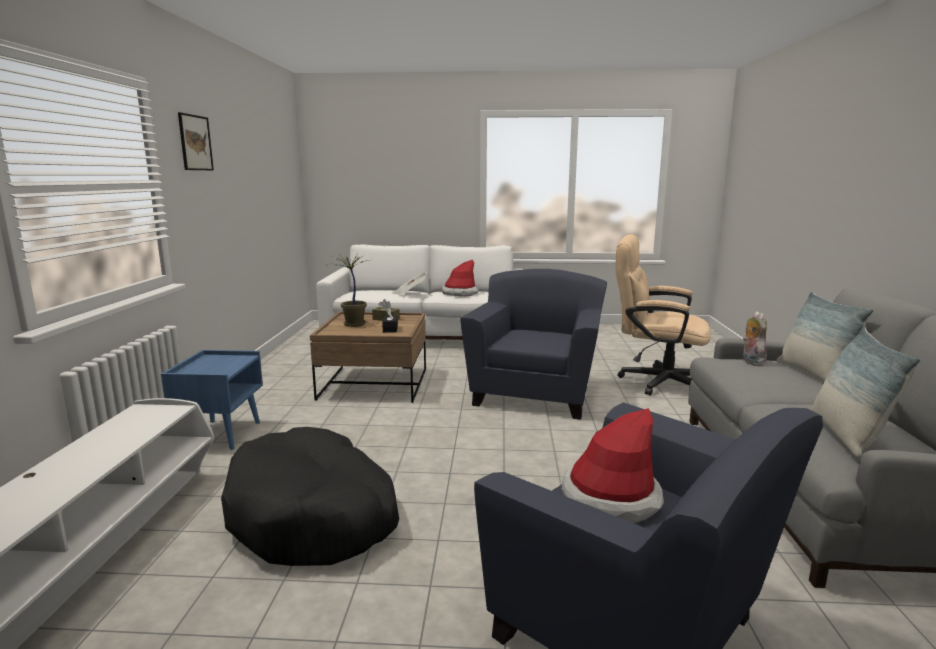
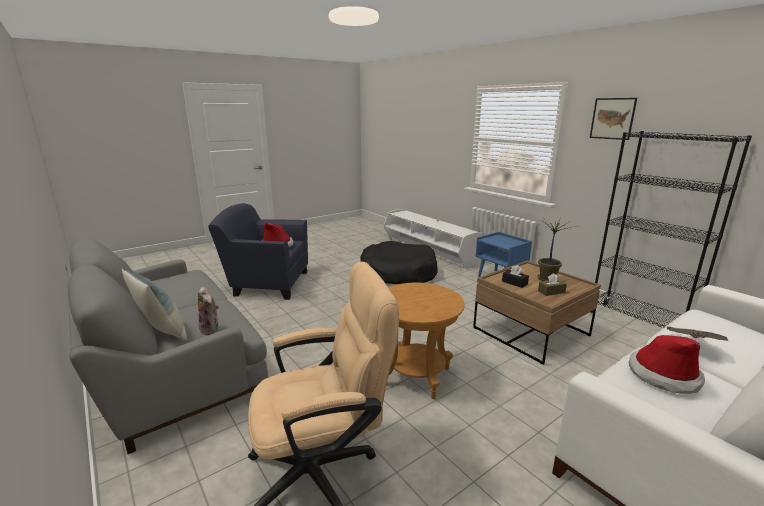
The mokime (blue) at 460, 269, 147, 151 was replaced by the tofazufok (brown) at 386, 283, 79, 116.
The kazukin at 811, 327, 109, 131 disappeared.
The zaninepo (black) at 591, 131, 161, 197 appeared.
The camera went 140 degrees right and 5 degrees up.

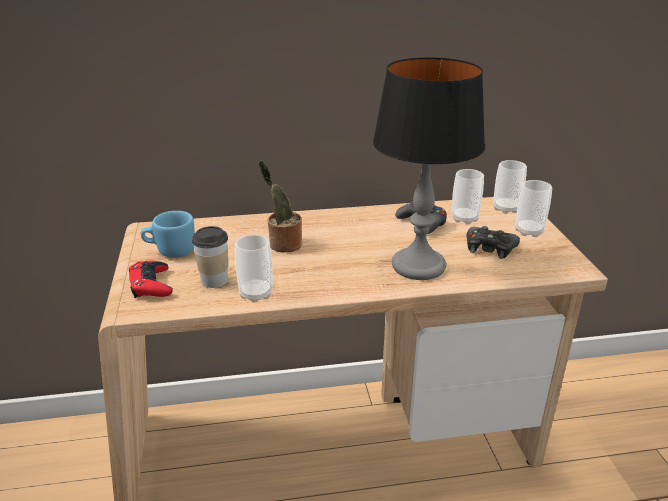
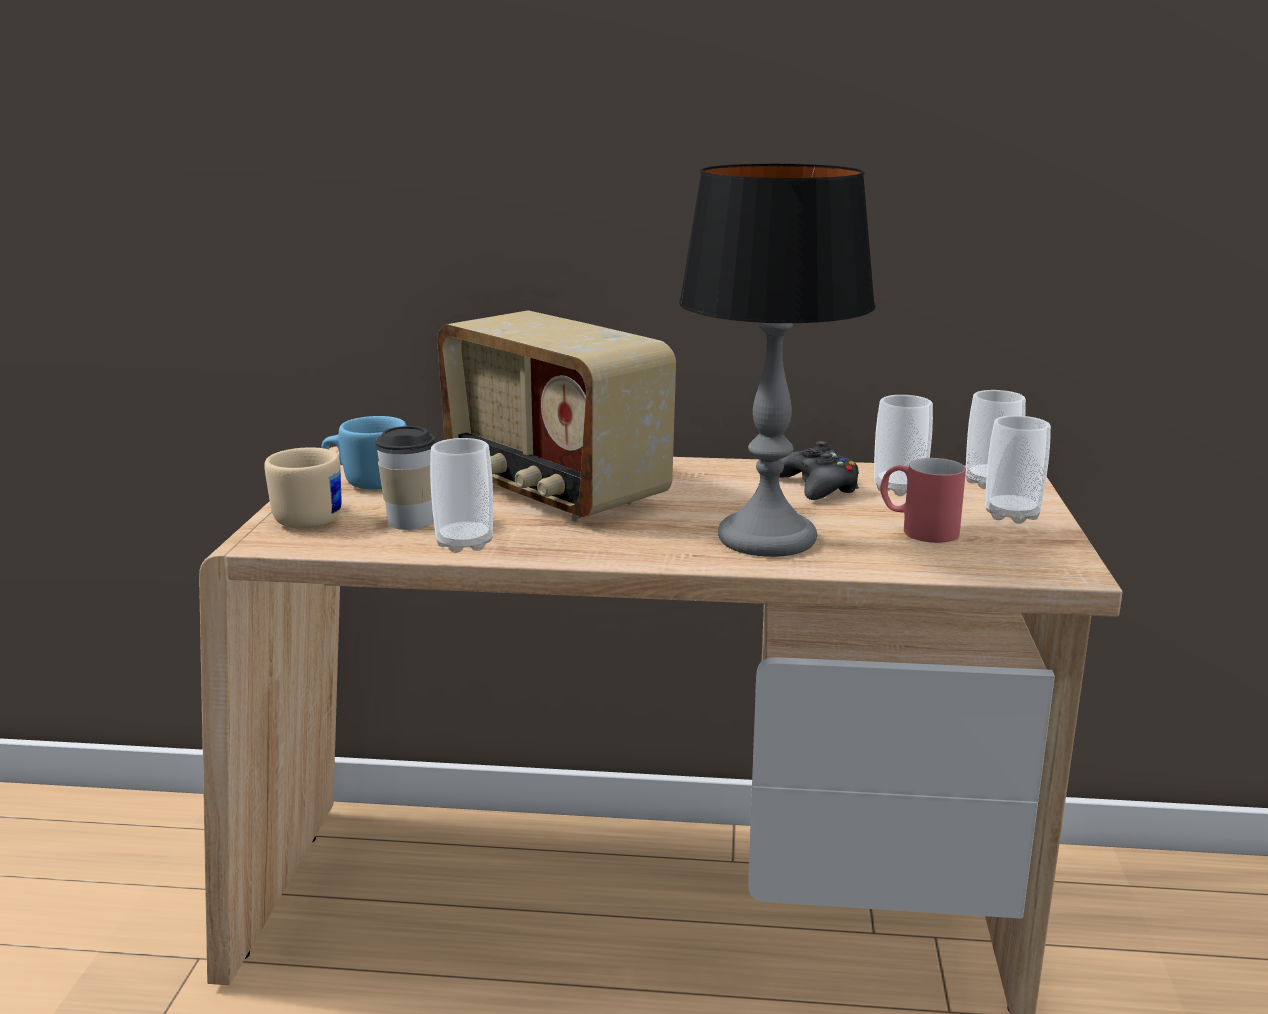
The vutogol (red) at 129, 261, 44, 37 was replaced by the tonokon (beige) at 264, 447, 77, 81.
The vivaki at 259, 160, 43, 93 was replaced by the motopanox at 437, 311, 239, 211.
The vutogol (black) at 466, 226, 54, 33 was replaced by the tonokon (red) at 880, 458, 86, 85.
The camera went 15 degrees right and 10 degrees down.

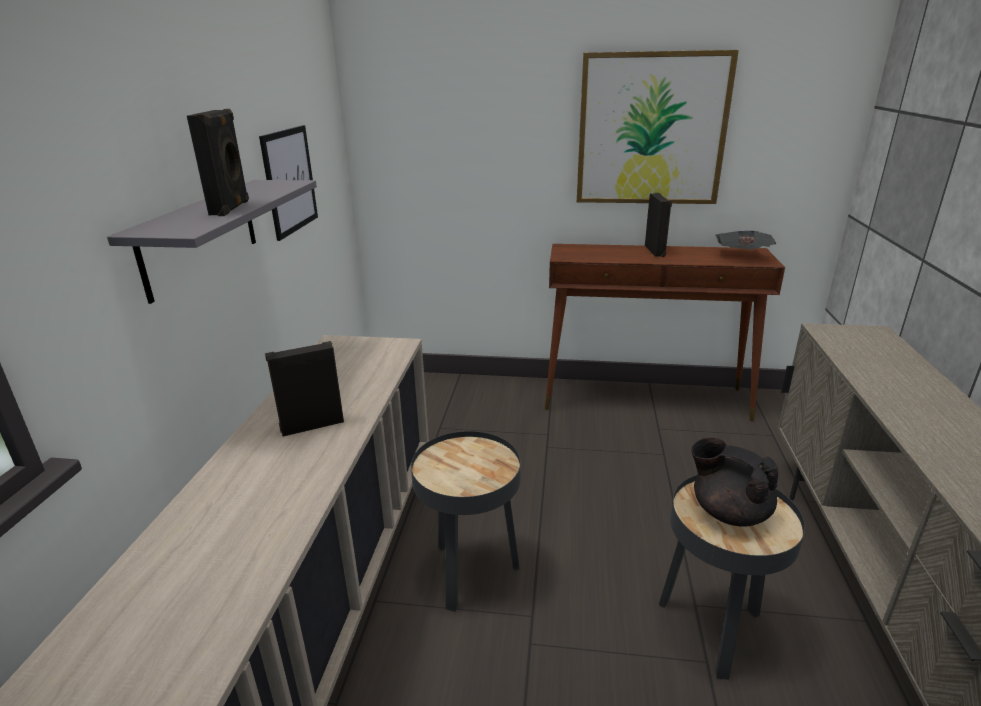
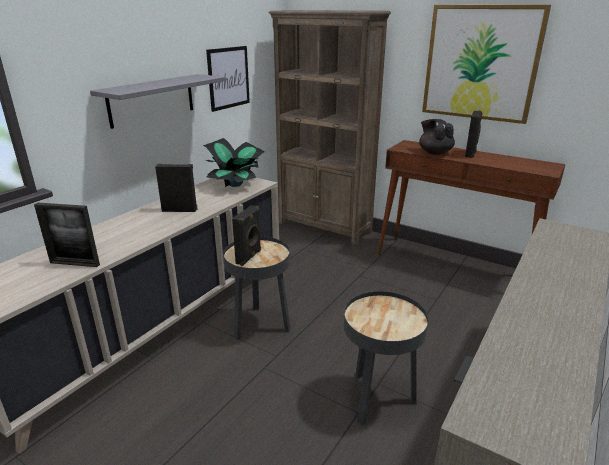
The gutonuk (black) moved from 187, 109, 62, 107 to 232, 205, 29, 61.
The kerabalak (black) moved from 691, 438, 87, 89 to 419, 119, 36, 36.
The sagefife at 715, 231, 61, 18 disappeared.
The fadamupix at 34, 202, 66, 65 appeared.
The vivaki at 203, 138, 62, 49 appeared.
The zaninepo (brown) at 269, 10, 122, 236 appeared.
The camera went 25 degrees right and 0 degrees up.

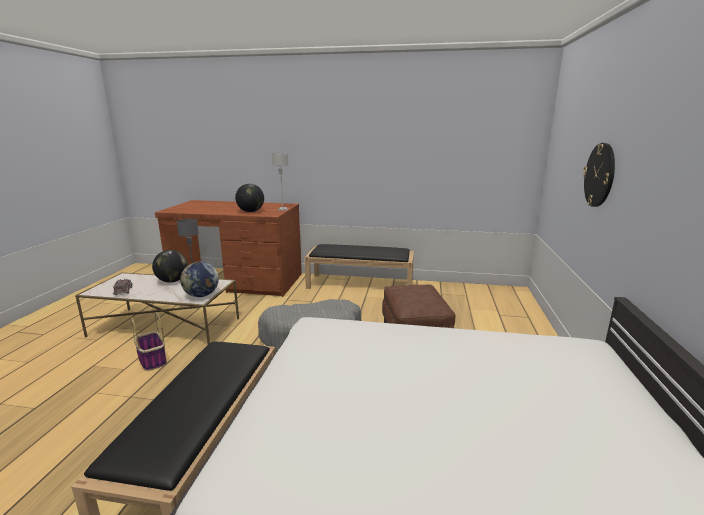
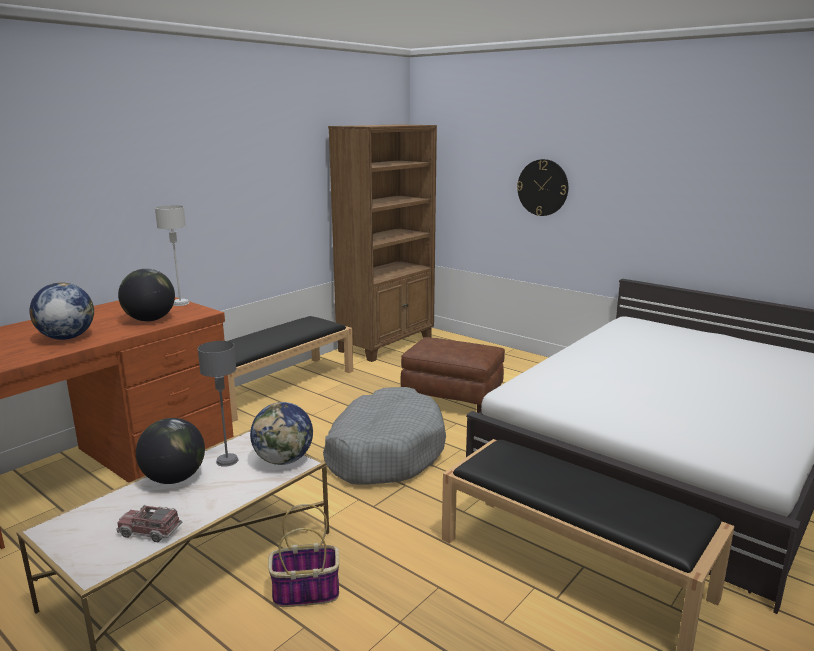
The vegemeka at 29, 282, 65, 58 appeared.
The zaninepo (brown) at 328, 124, 109, 238 appeared.
The camera went 60 degrees left and 0 degrees up.

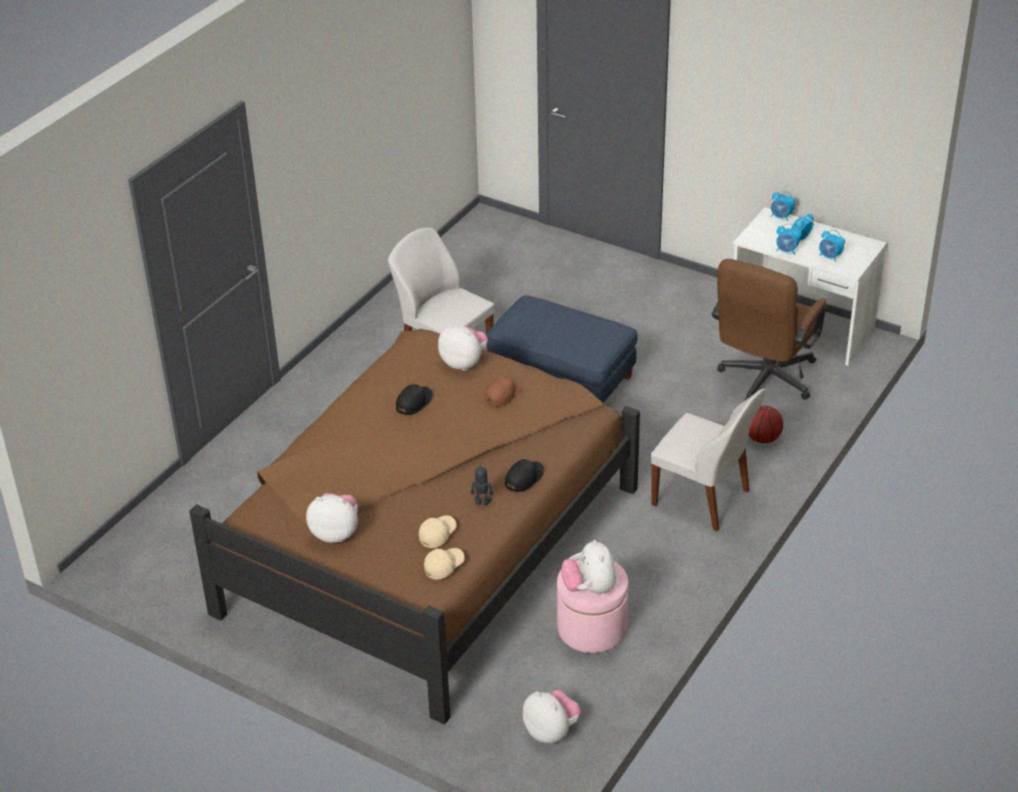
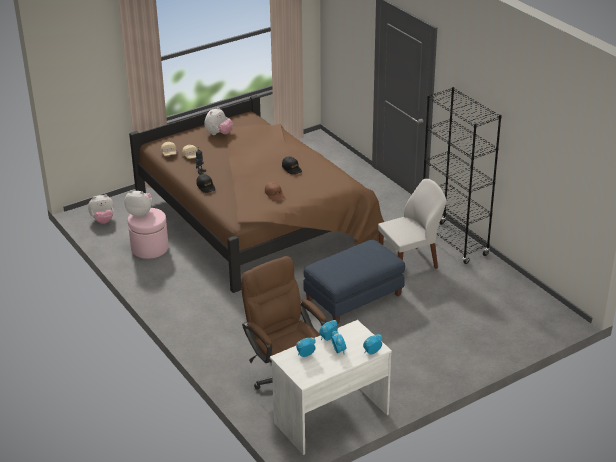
The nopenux at 438, 324, 50, 47 disappeared.
The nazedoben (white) at 651, 388, 115, 143 disappeared.
The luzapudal at 749, 405, 34, 39 disappeared.
The zaninepo (black) at 423, 87, 79, 177 appeared.
The camera went 115 degrees right and 5 degrees down.

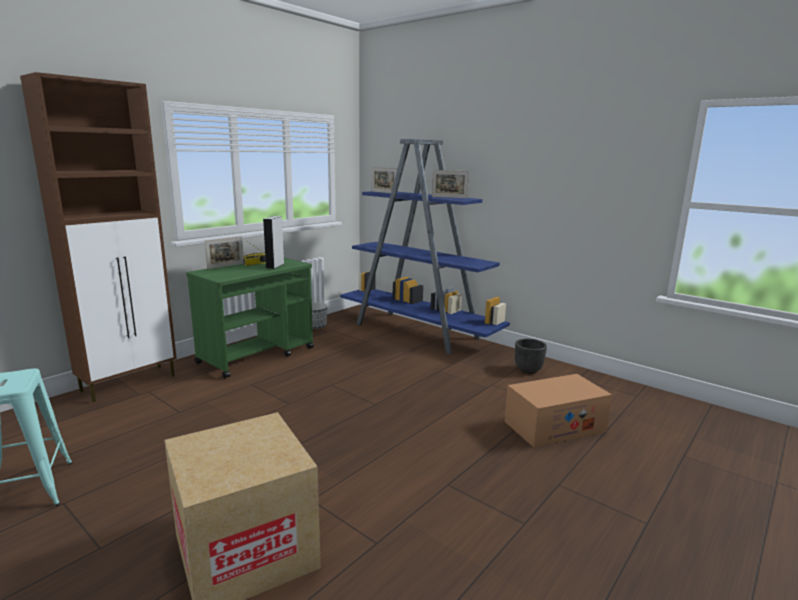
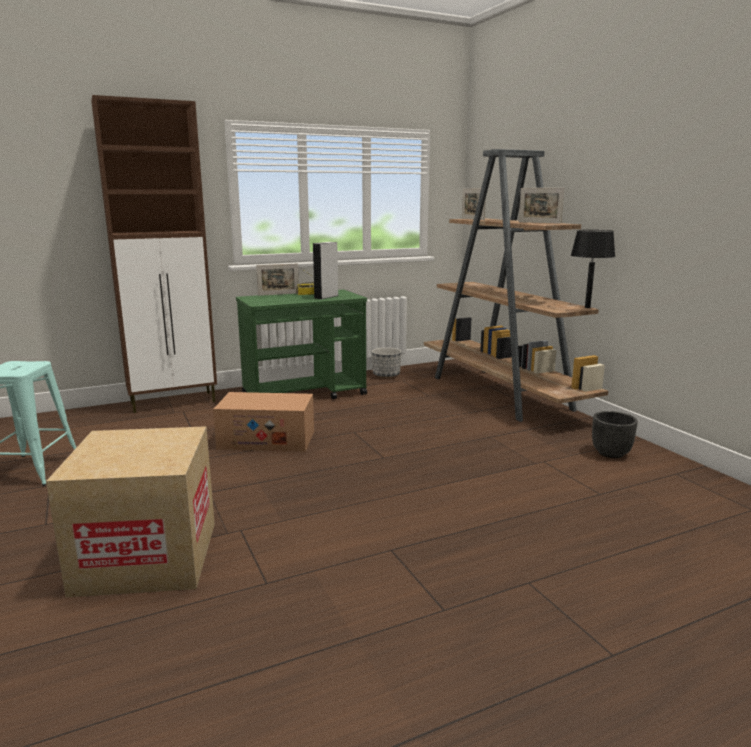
The zaninepo (blue) at 340, 139, 170, 215 became the zaninepo (brown) at 424, 149, 184, 273.
The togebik moved from 504, 374, 108, 74 to 213, 392, 101, 60.
The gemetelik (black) at 571, 230, 44, 78 appeared.
The camera went 25 degrees right and 0 degrees up.

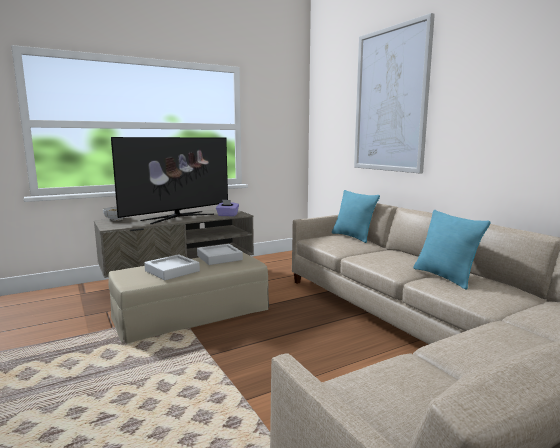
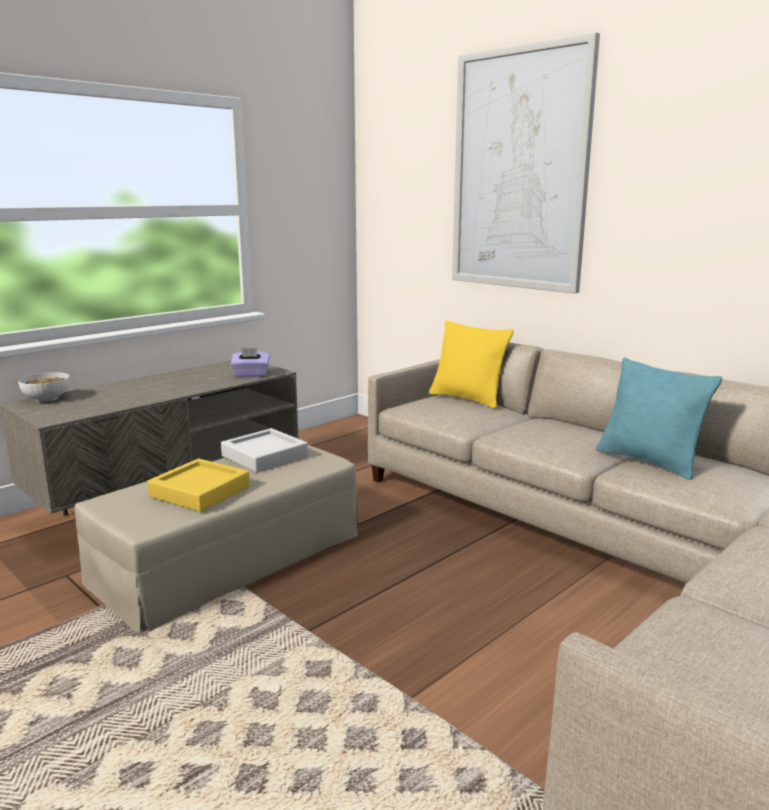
The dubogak at 111, 137, 117, 87 disappeared.
The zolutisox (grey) at 144, 254, 56, 26 became the zolutisox (yellow) at 147, 459, 103, 53.
The kazukin (turquoise) at 332, 190, 48, 53 became the kazukin (yellow) at 429, 320, 85, 89.
The camera went 15 degrees left and 5 degrees up.

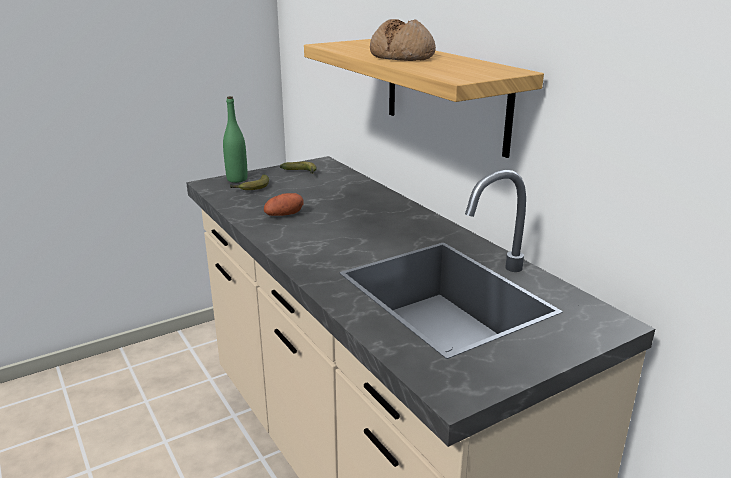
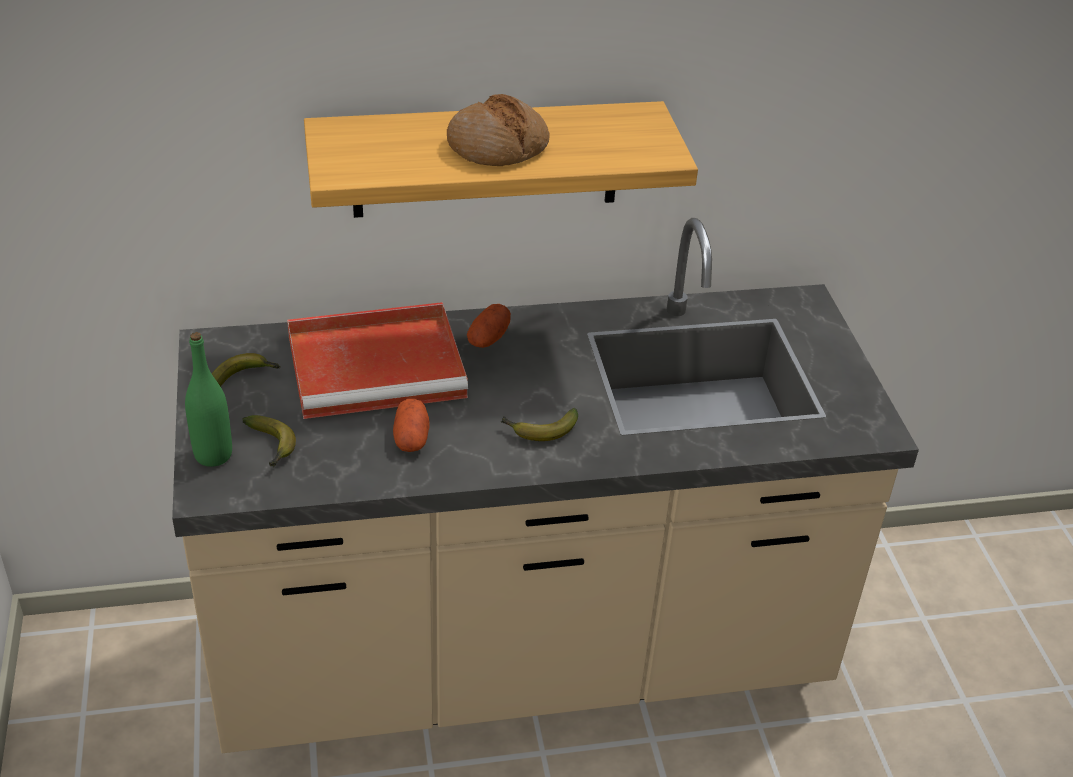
The zolutisox (red) at 287, 302, 181, 117 appeared.
The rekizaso at 467, 304, 44, 44 appeared.
The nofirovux at 501, 408, 77, 33 appeared.
The camera went 70 degrees left and 15 degrees up.

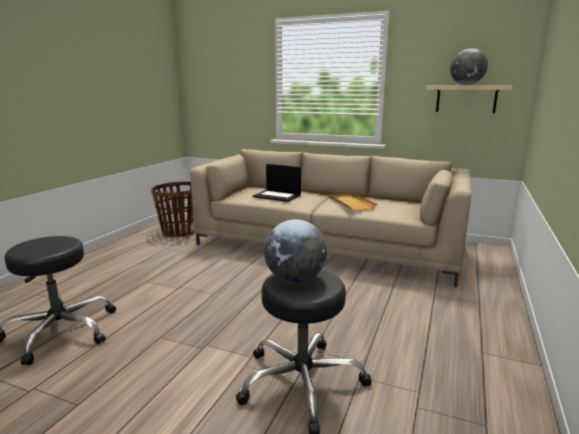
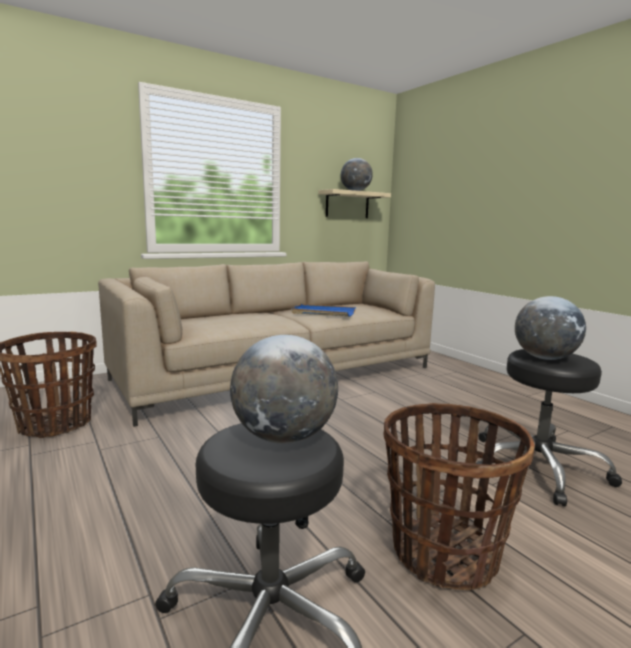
The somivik at 252, 164, 49, 38 disappeared.
The zolutisox (beige) at 330, 193, 47, 18 became the zolutisox (blue) at 291, 304, 65, 13.
The vegemeka at 230, 335, 108, 109 appeared.
The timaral at 384, 403, 151, 187 appeared.
The camera went 55 degrees left and 5 degrees down.

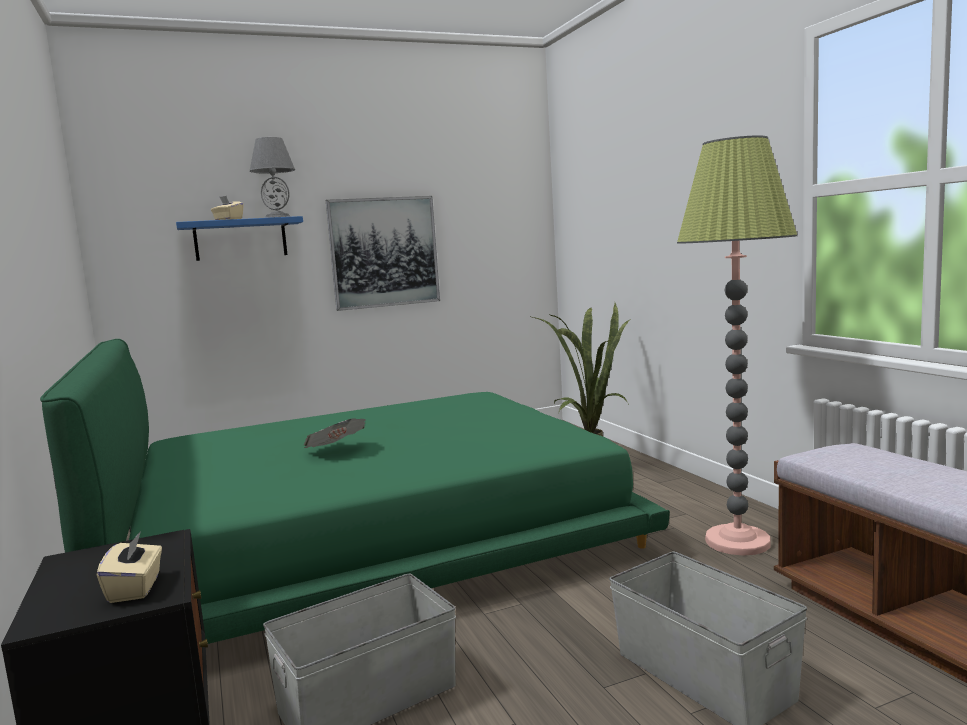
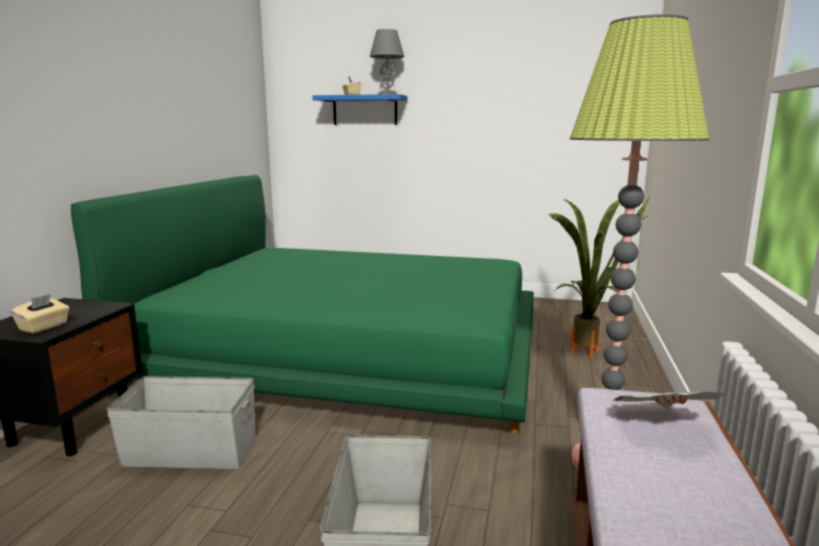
The sagefife moved from 304, 418, 62, 30 to 612, 392, 113, 16.
The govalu at 326, 196, 114, 115 disappeared.
The camera went 35 degrees right and 5 degrees up.

